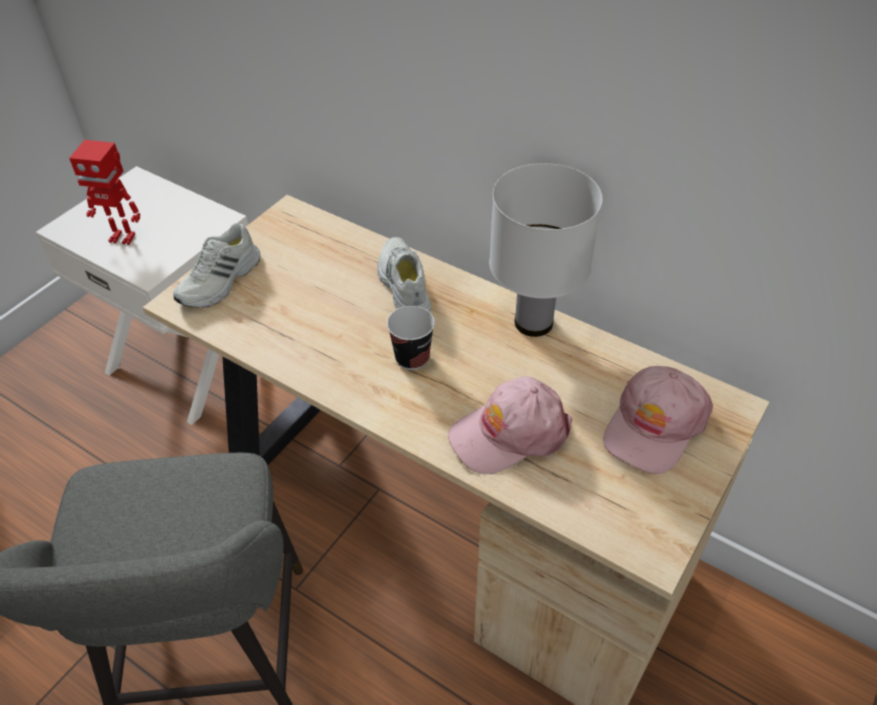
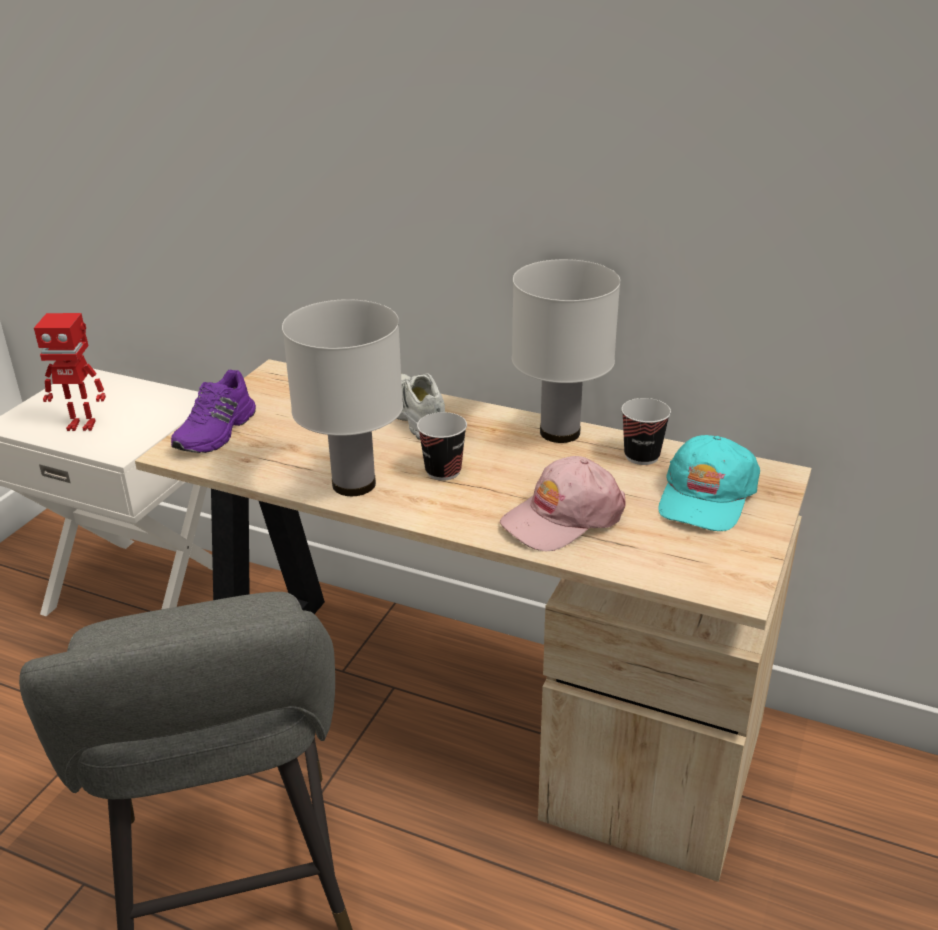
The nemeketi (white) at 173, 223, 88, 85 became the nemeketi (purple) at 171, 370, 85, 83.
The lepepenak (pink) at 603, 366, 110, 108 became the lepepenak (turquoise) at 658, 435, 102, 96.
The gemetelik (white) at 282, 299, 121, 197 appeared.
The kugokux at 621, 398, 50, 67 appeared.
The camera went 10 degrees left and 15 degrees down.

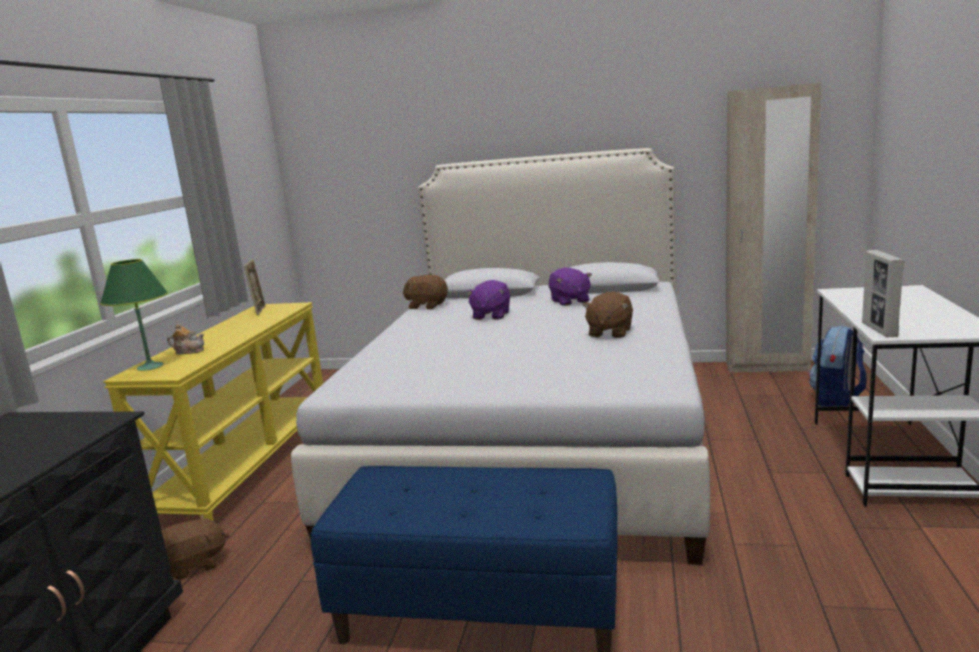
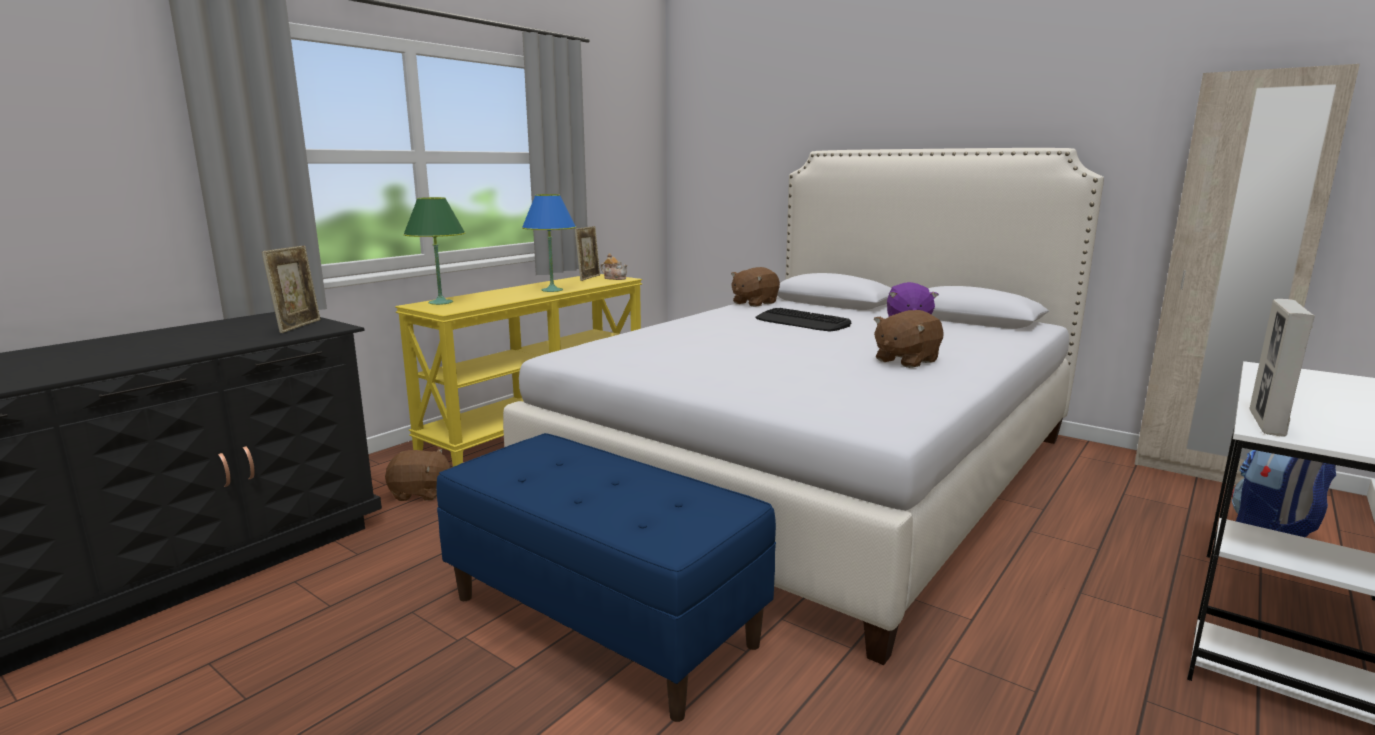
The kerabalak moved from 167, 324, 37, 30 to 600, 253, 27, 27.
The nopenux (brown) at 403, 275, 45, 34 turned 90 degrees counterclockwise.
The nopenux (purple) at 466, 280, 44, 40 was replaced by the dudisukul at 755, 308, 96, 23.
The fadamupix at 262, 245, 59, 88 appeared.
The gemetelik (blue) at 522, 194, 54, 98 appeared.
The camera went 25 degrees right and 0 degrees up.

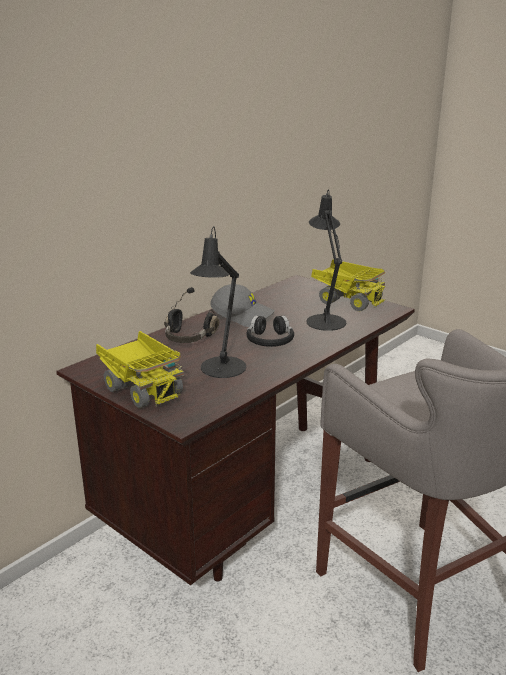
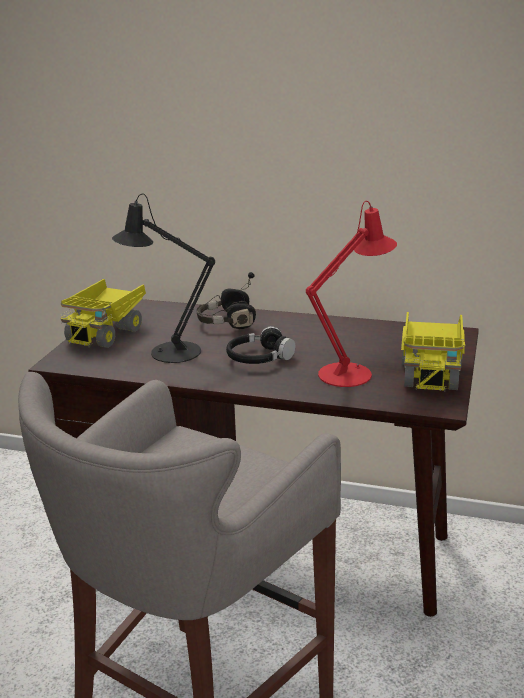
The lepepenak (grey) at 210, 284, 65, 43 disappeared.
The gemetelik (black) at 306, 189, 40, 142 became the gemetelik (red) at 306, 201, 91, 186.
The camera went 65 degrees right and 0 degrees up.

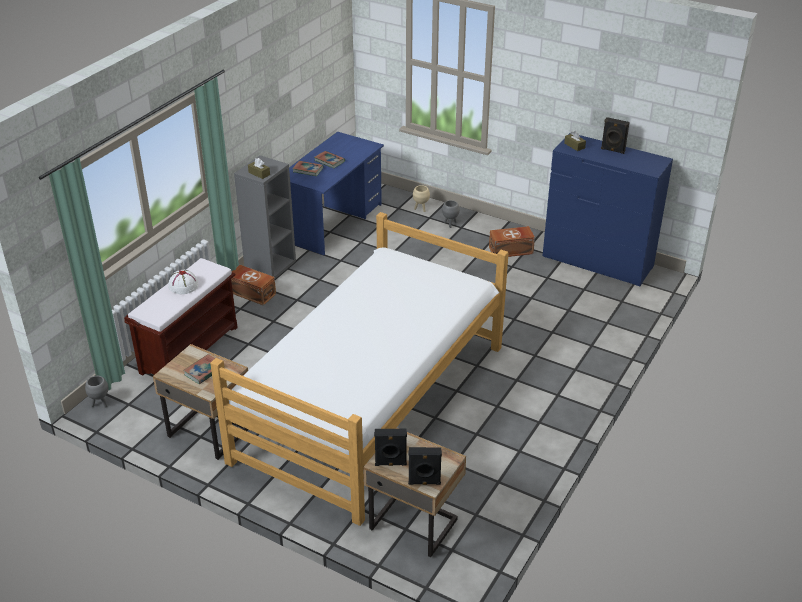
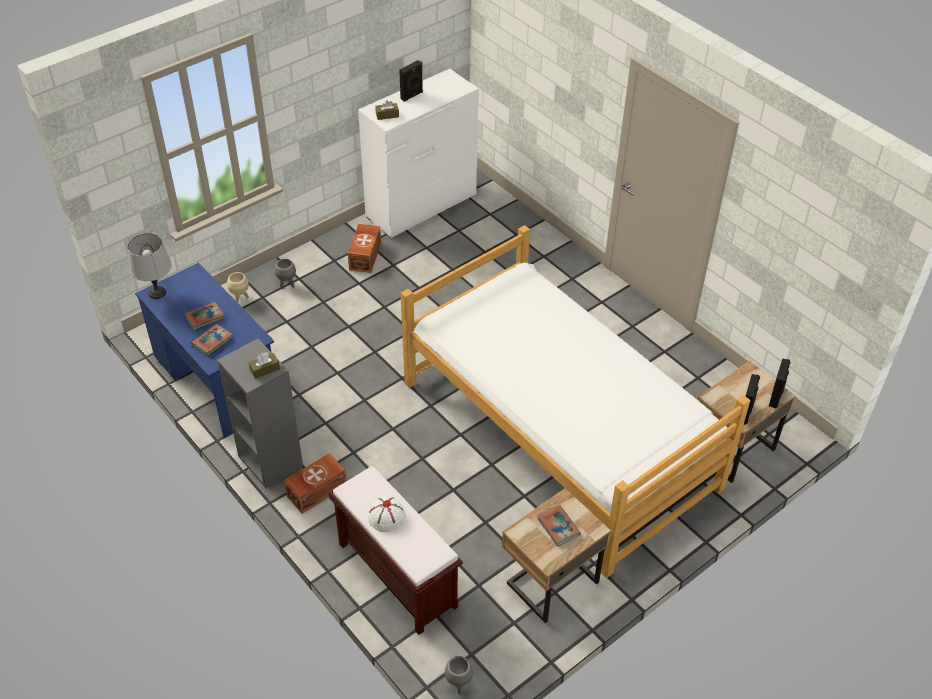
The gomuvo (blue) at 542, 133, 131, 153 became the gomuvo (white) at 358, 69, 121, 169.
The gemetelik (grey) at 127, 233, 45, 66 appeared.
The camera went 70 degrees left and 10 degrees up.

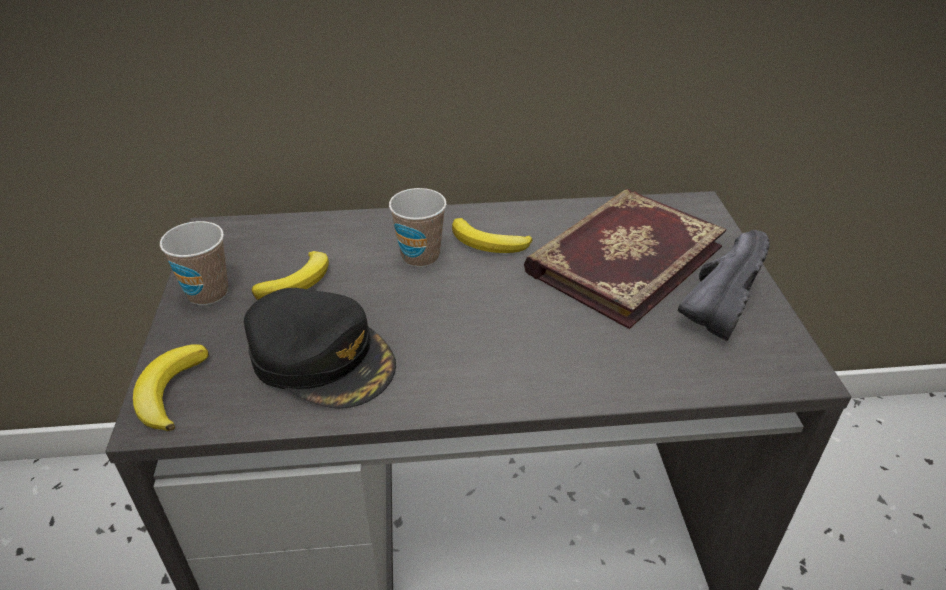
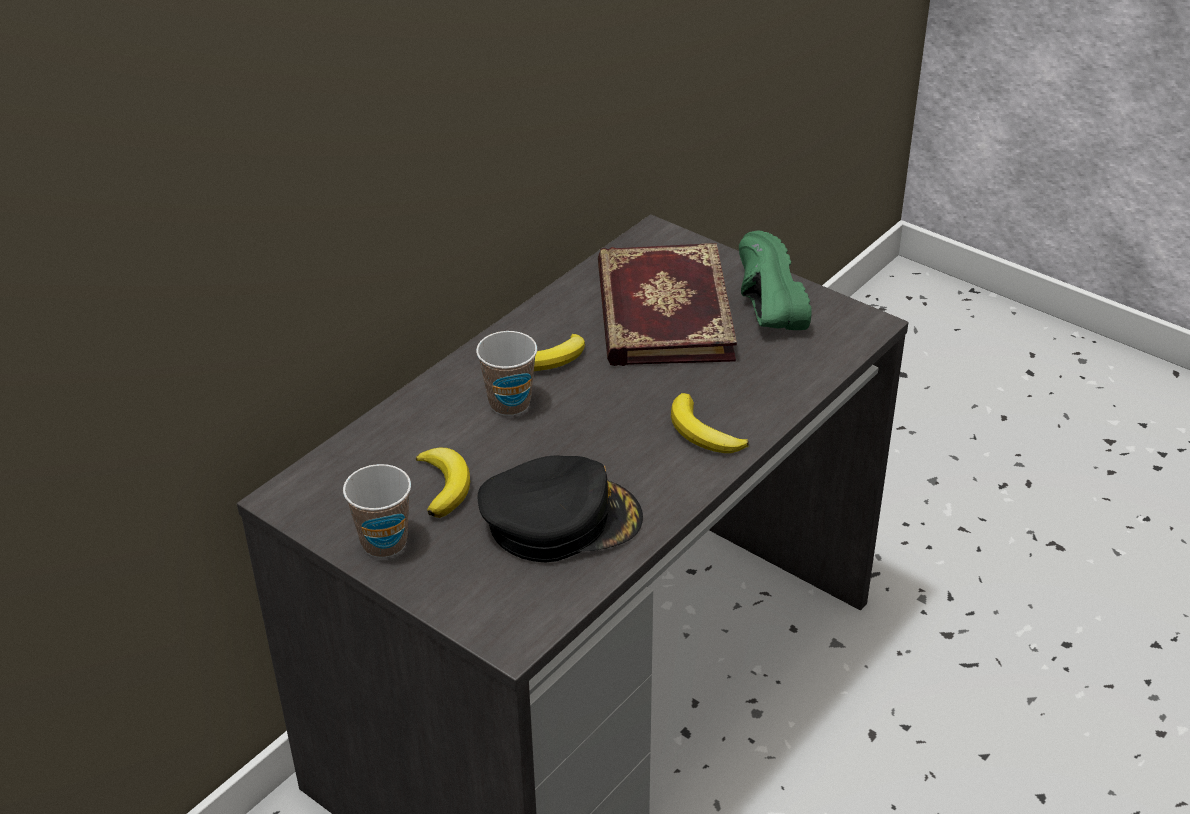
The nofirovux moved from 133, 344, 76, 87 to 671, 393, 78, 60.
The nemeketi (black) at 677, 230, 93, 111 became the nemeketi (green) at 739, 231, 73, 99.
The camera went 45 degrees left and 0 degrees up.

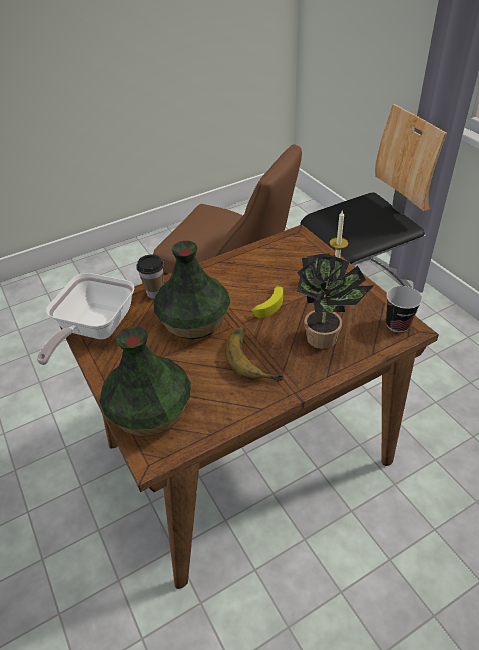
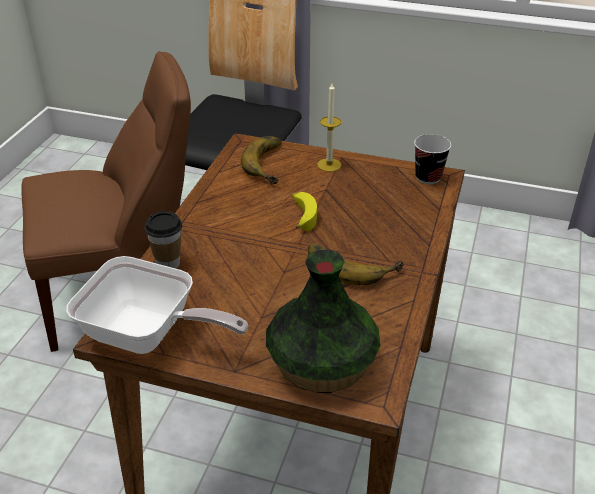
The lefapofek at 37, 273, 97, 92 turned 45 degrees counterclockwise.
The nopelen at 153, 241, 77, 99 disappeared.
The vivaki at 297, 253, 77, 96 disappeared.
The nofirovux at 241, 136, 41, 48 appeared.
The camera went 45 degrees left and 5 degrees down.

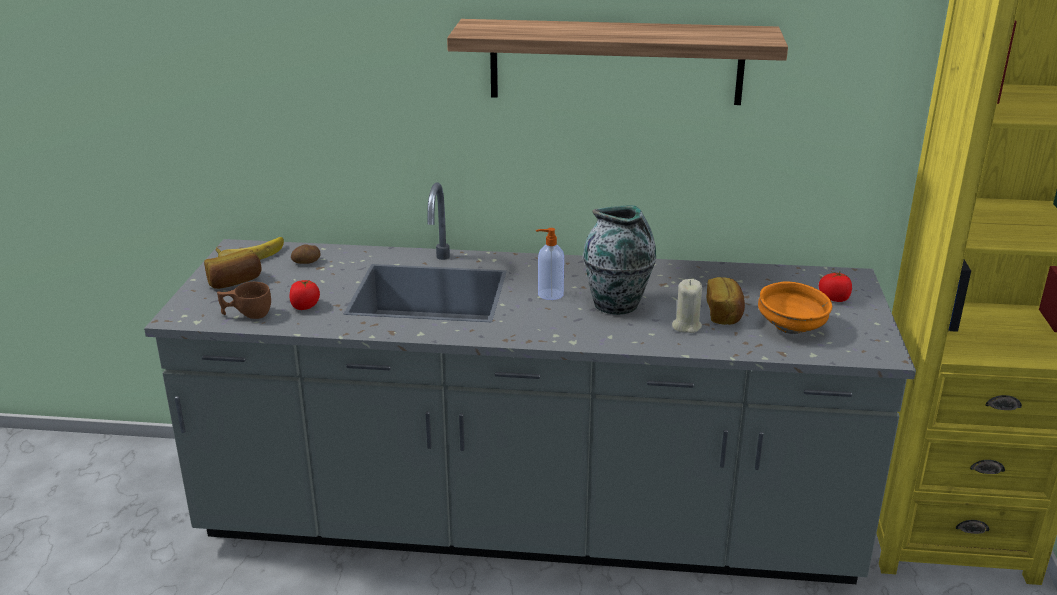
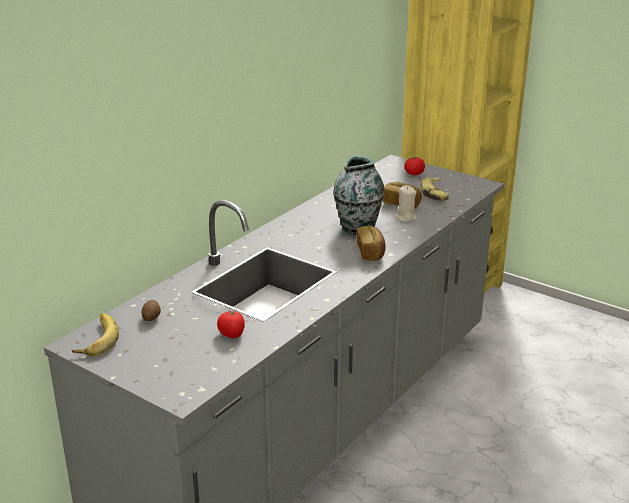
The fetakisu moved from 204, 249, 58, 40 to 357, 226, 29, 35.
The kugokux (brown) at 217, 282, 54, 37 disappeared.
The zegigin at 447, 19, 341, 86 disappeared.
The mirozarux at 536, 228, 28, 72 disappeared.
The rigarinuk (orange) at 758, 281, 74, 53 was replaced by the nofirovux at 421, 177, 28, 24.
The camera went 60 degrees left and 0 degrees up.

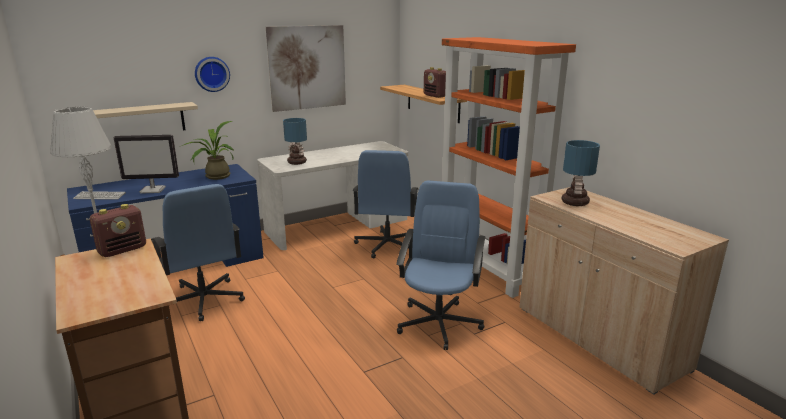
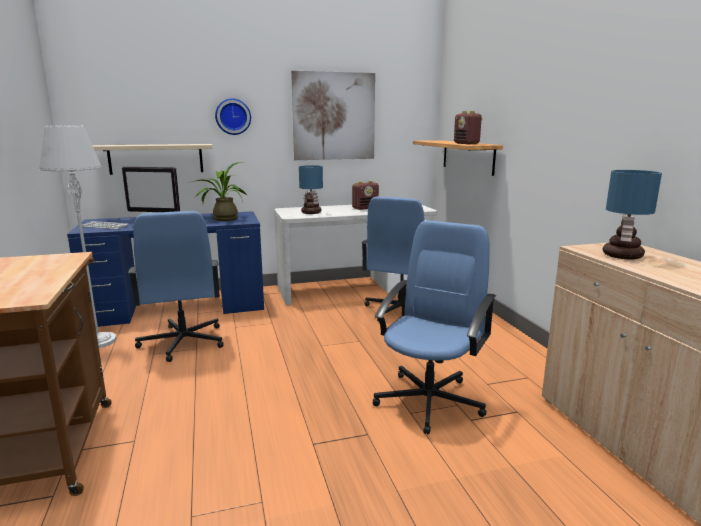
The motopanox moved from 90, 204, 56, 53 to 352, 181, 27, 29.
The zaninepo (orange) at 442, 37, 134, 261 disappeared.
The camera went 15 degrees right and 5 degrees down.

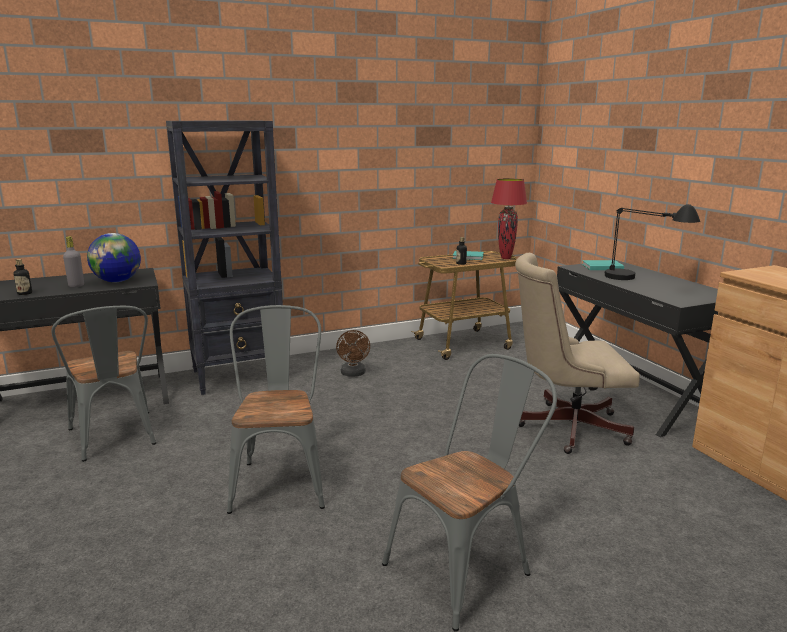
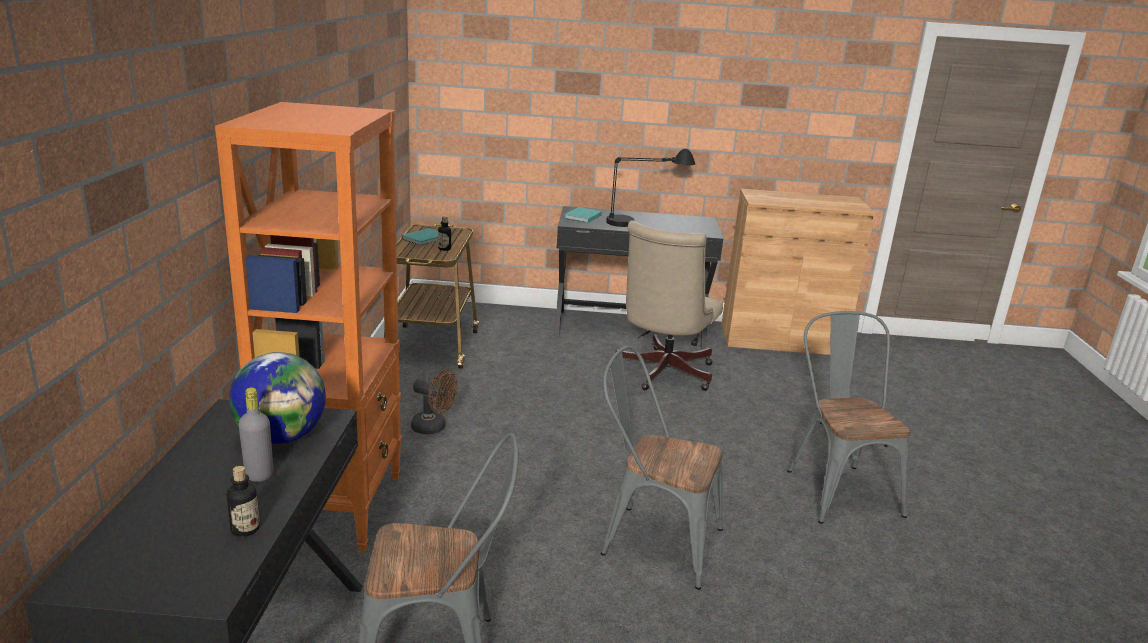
The zaninepo (black) at 166, 120, 117, 275 became the zaninepo (orange) at 215, 102, 187, 450.
The gemetelik (red) at 491, 178, 36, 81 disappeared.
The camera went 65 degrees left and 5 degrees up.

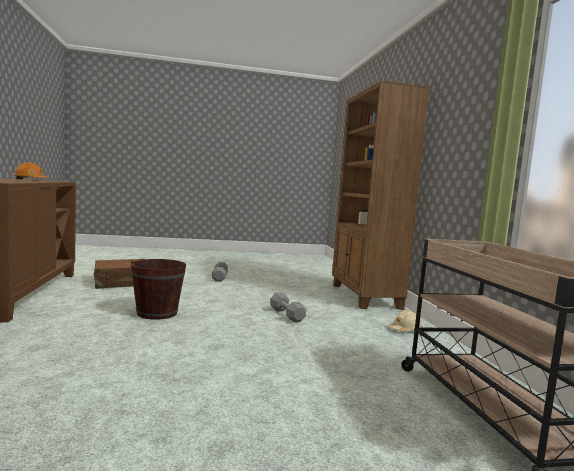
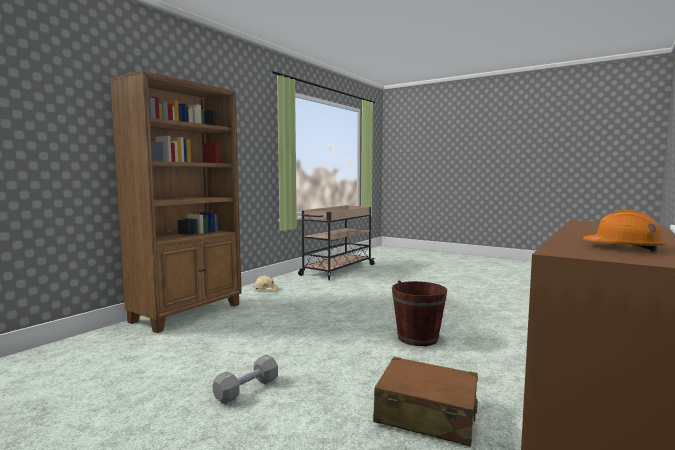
The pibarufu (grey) at 270, 293, 36, 29 disappeared.
The camera went 135 degrees left and 0 degrees up.

